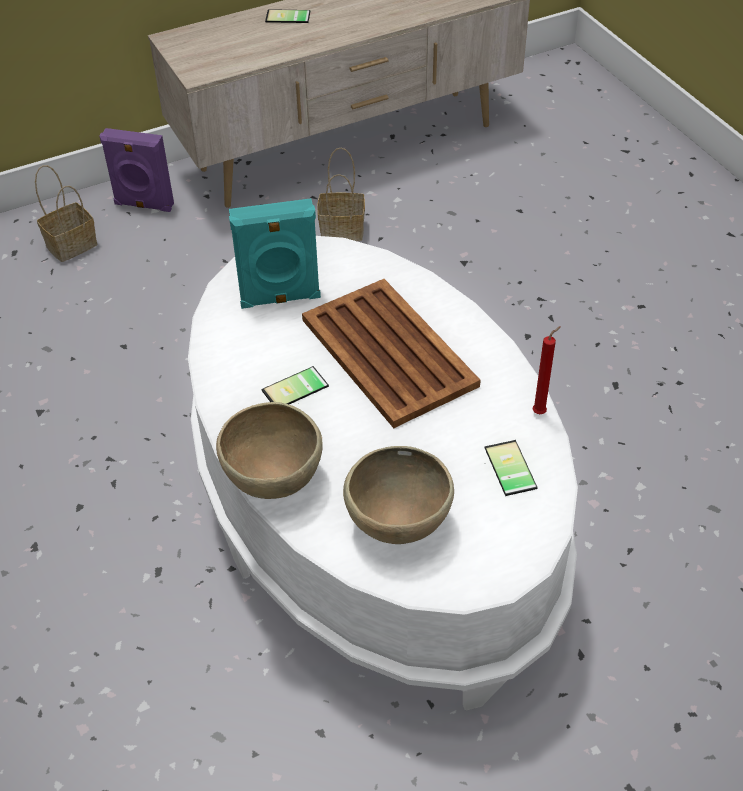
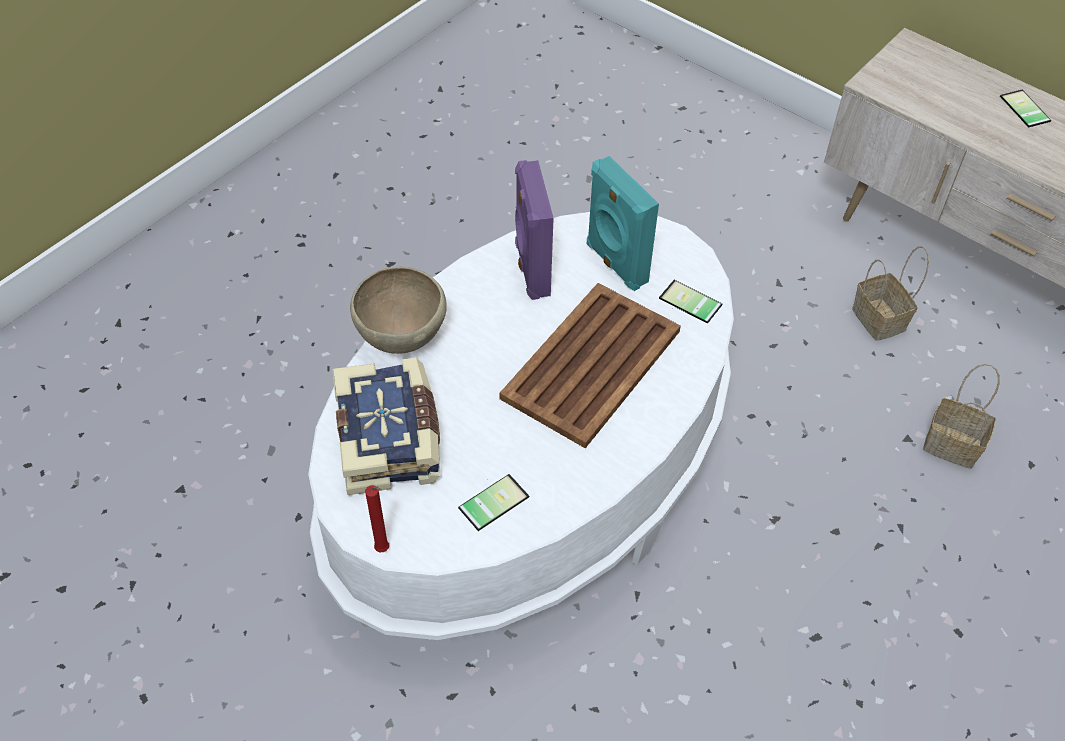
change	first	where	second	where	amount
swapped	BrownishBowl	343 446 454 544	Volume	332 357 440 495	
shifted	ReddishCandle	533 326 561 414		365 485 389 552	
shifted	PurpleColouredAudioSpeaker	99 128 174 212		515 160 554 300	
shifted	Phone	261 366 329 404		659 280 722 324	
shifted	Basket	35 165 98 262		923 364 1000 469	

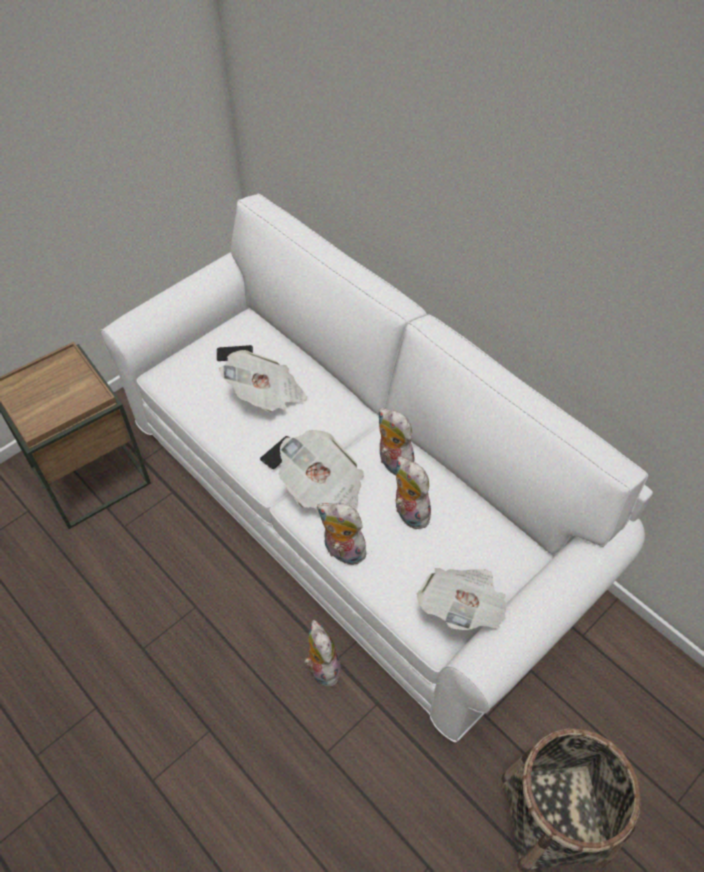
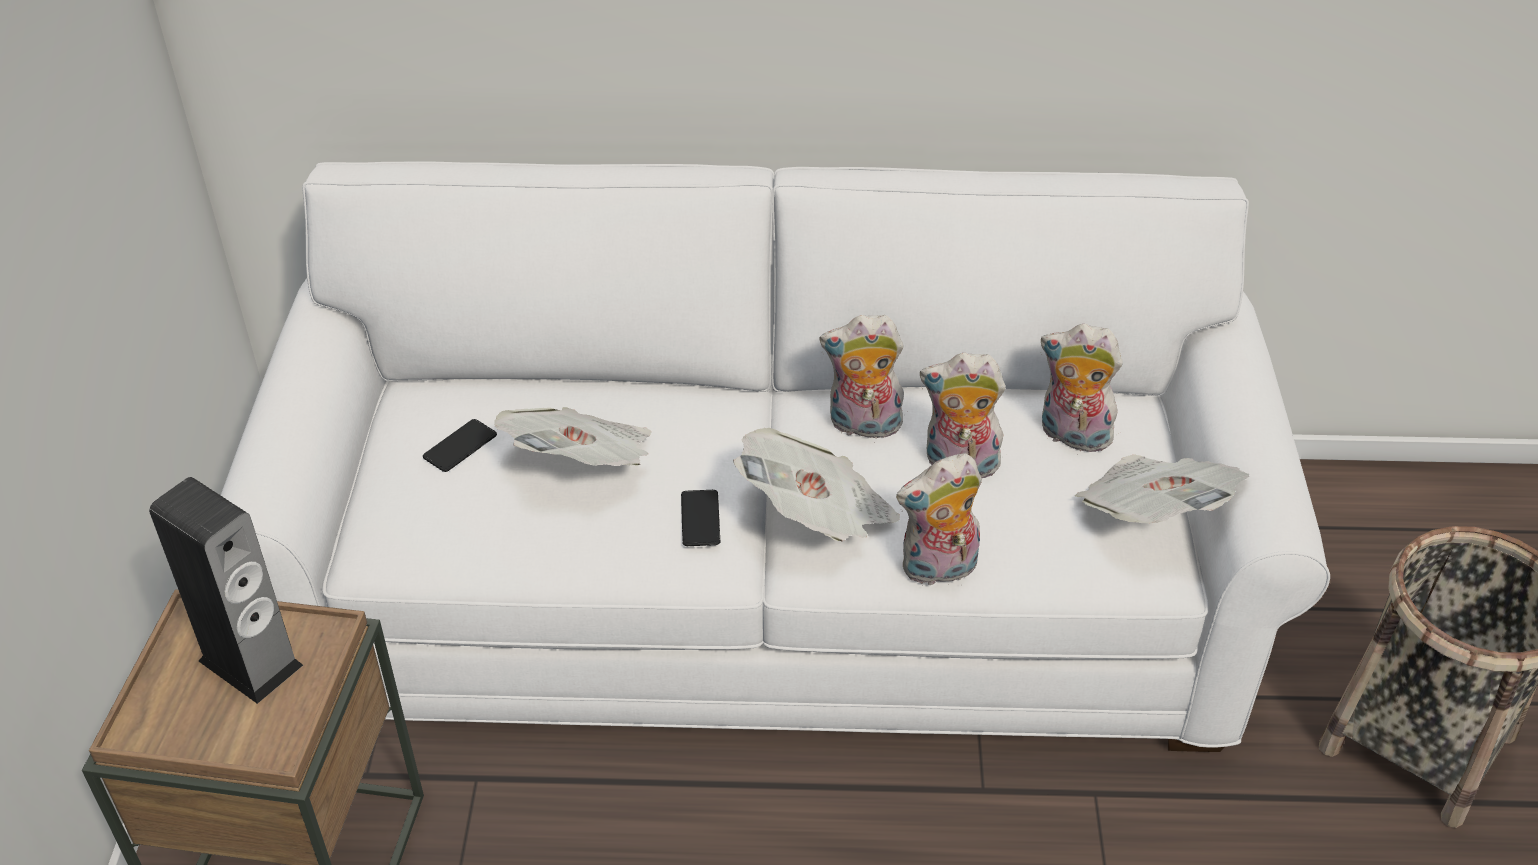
change	first	where	second	where	amount
new			AudioSpeaker	149 477 303 704	
shifted	CuddlyToy	304 620 341 686		1041 324 1123 455	

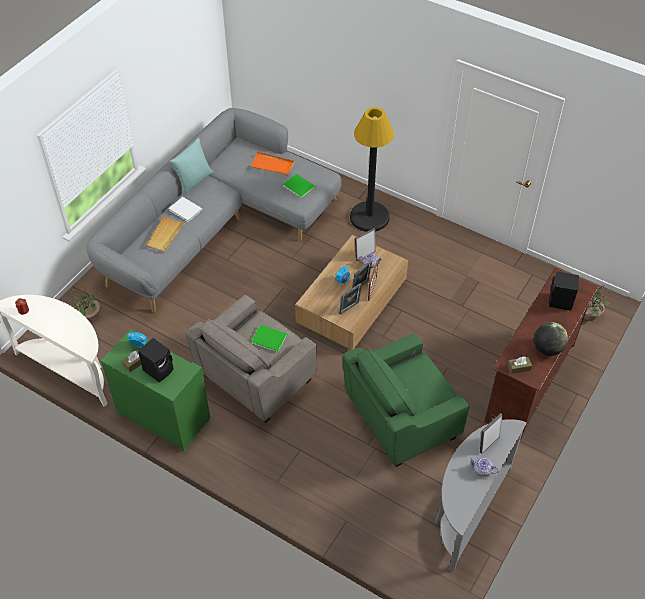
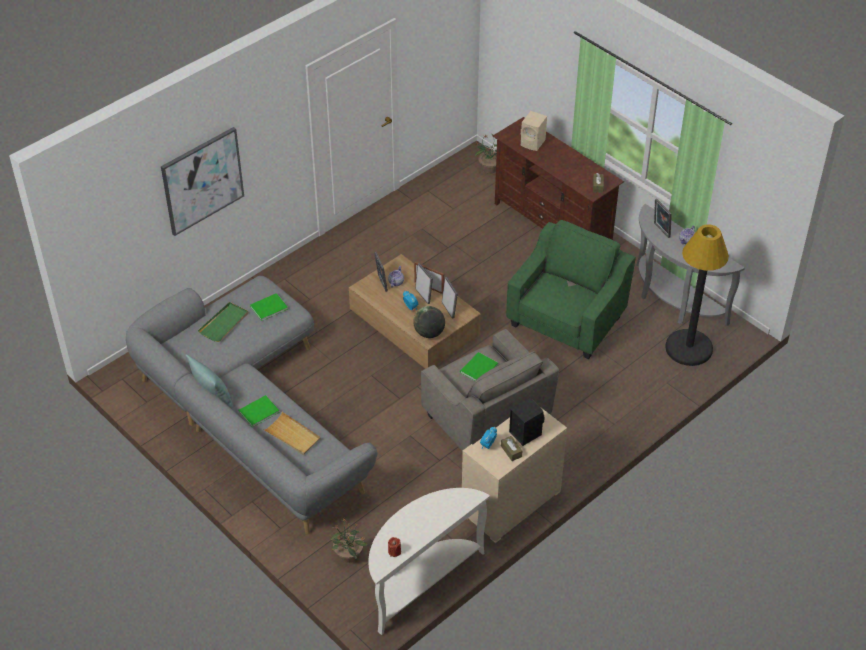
change	first	where	second	where	amount
new			WallArt	161 127 244 236	
repainted	OrangeColouredTray	249 151 294 176	GreenColouredTray	198 302 249 342	
repainted	WhitishVolume	169 197 202 222	GreenColouredVolume	238 395 280 427	
shifted	WorldGlobe	534 322 568 356		413 306 445 338	
repainted	GreenColouredDrawerChest	101 329 210 451	SandColouredDrawerChest	462 408 567 543	
rotated	GreenColouredArmchair	342 333 469 467		506 220 636 359	135 degrees counterclockwise
repainted	BlackAudioSpeaker	549 271 579 311	SandColouredAudioSpeaker	521 111 547 151	
shifted	BlackStandardLamp	350 107 394 232		665 224 729 366	

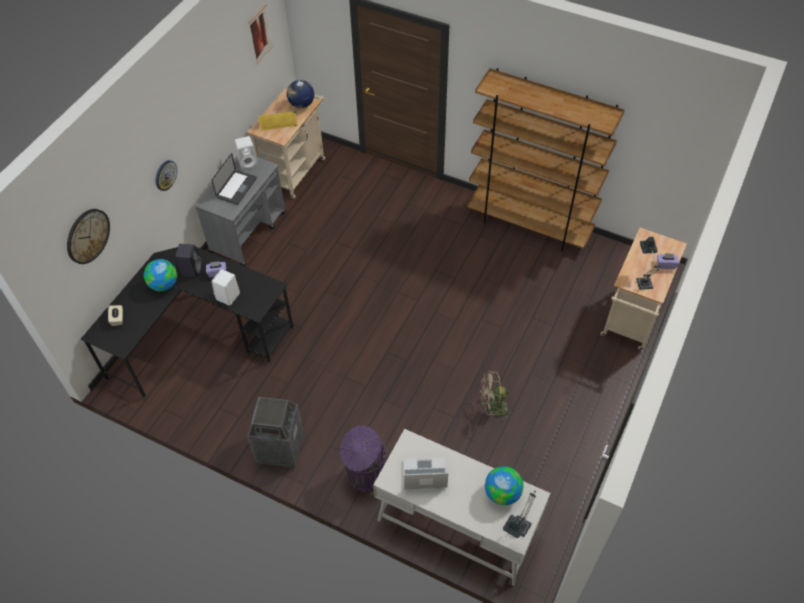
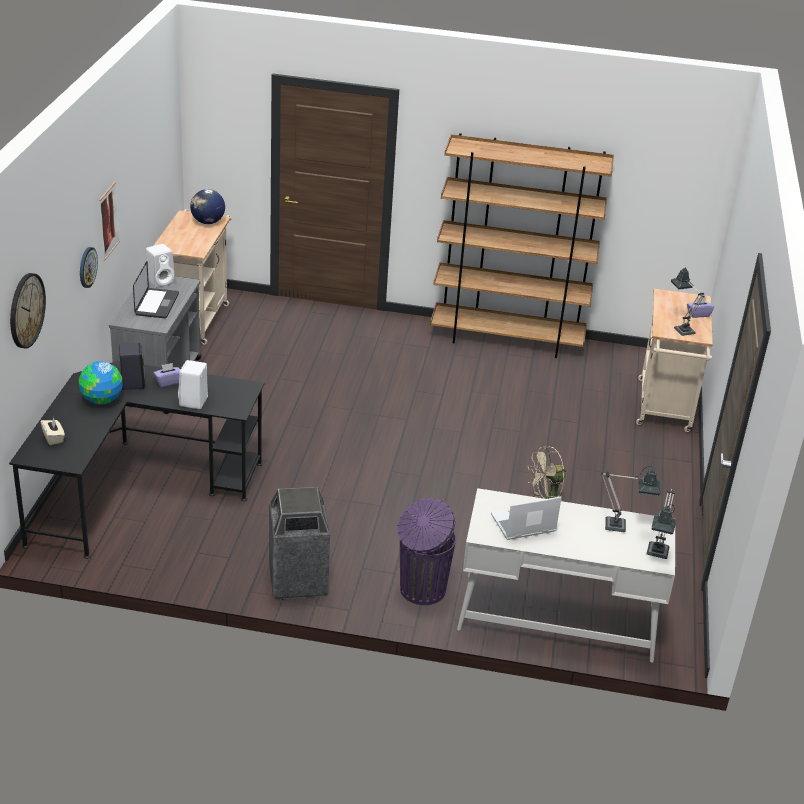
change	first	where	second	where	amount
shifted	WallArt	248 5 273 64		99 182 120 261	
swapped	WorldGlobe	485 466 523 505	TableLamp	601 466 660 532	
gone	YellowishAudioSpeaker	258 111 298 131			

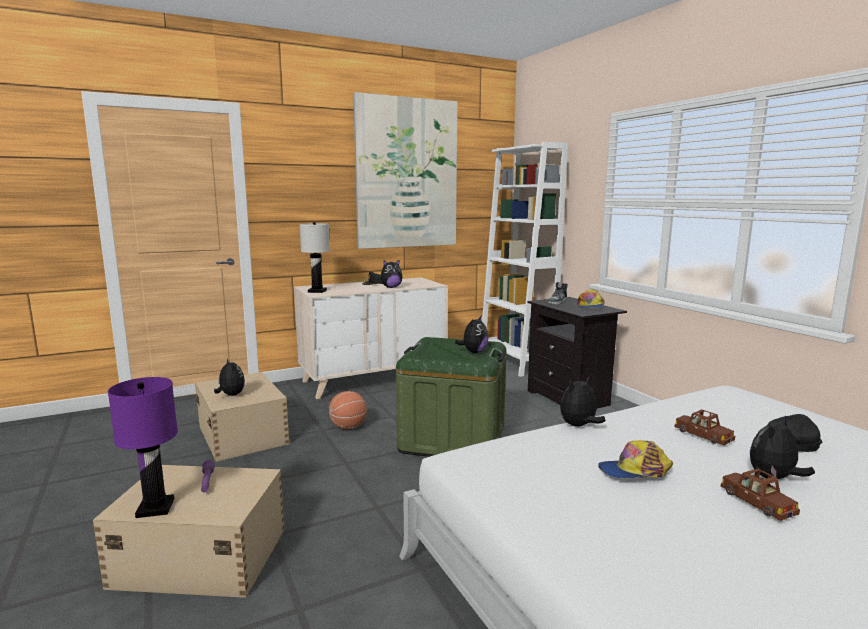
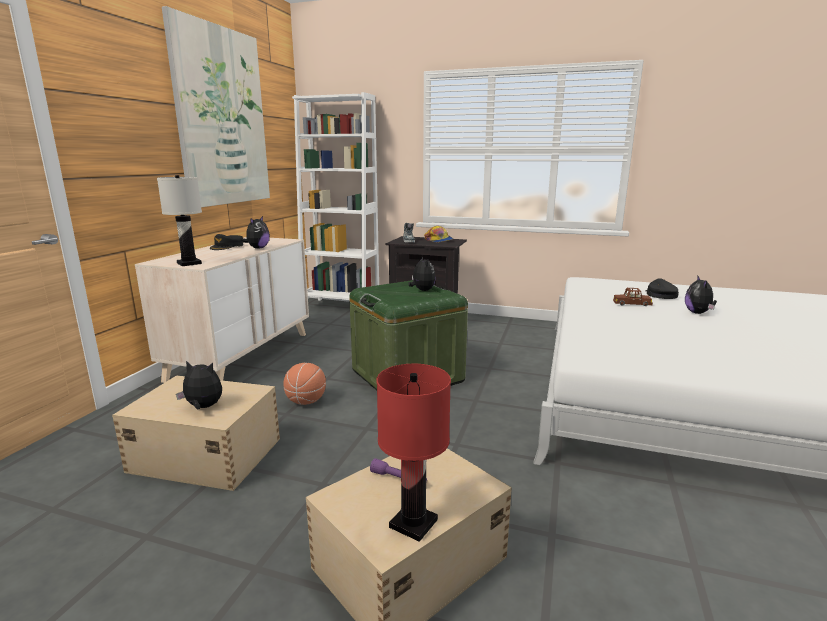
change	first	where	second	where	amount
repainted	PurpleColouredTableLamp	108 377 178 518	ReddishTableLamp	376 364 451 542	
gone	CuddlyToy	560 376 606 427			
gone	BaseballCap	598 440 673 479			
gone	BrownishModelCar	721 469 800 521			

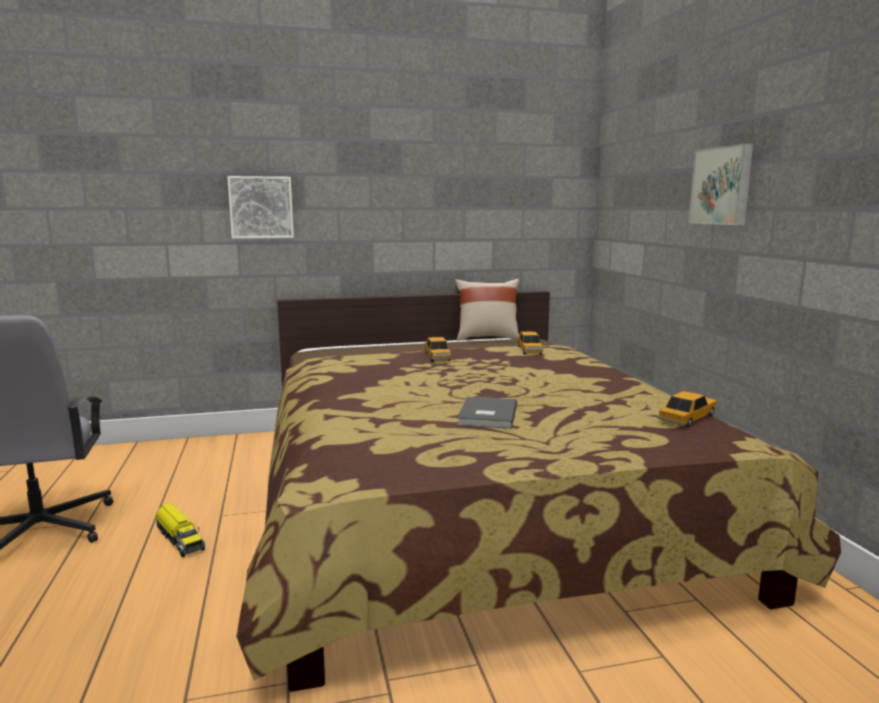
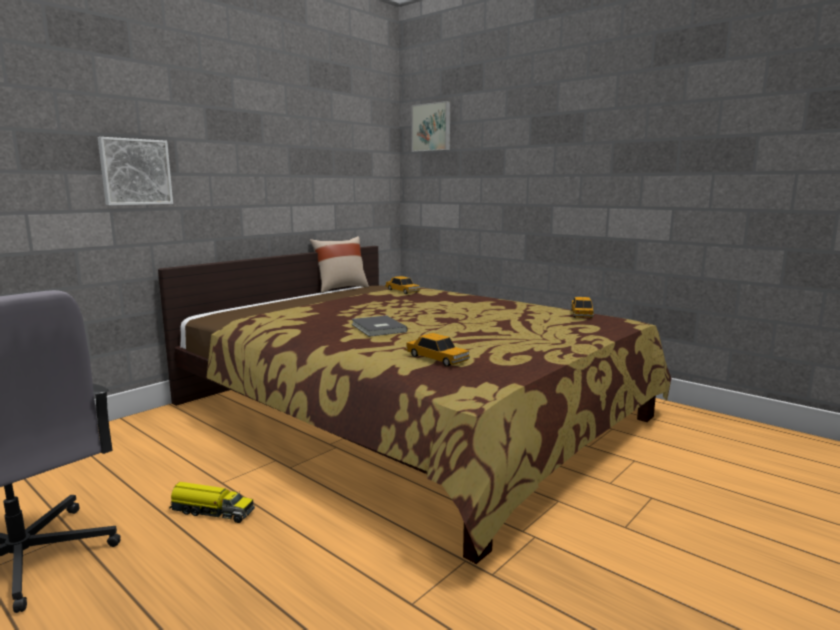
change	first	where	second	where	amount
shifted	GrayVolume	457 397 517 429		351 315 408 337	
shifted	ModelCar	424 337 452 361		405 333 470 367	
shifted	WallArt	689 143 753 225		412 101 450 152	

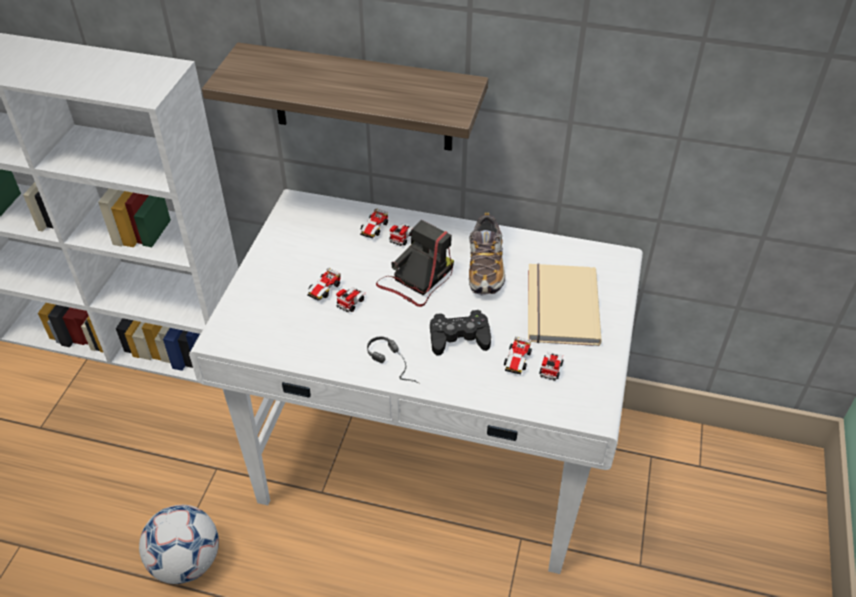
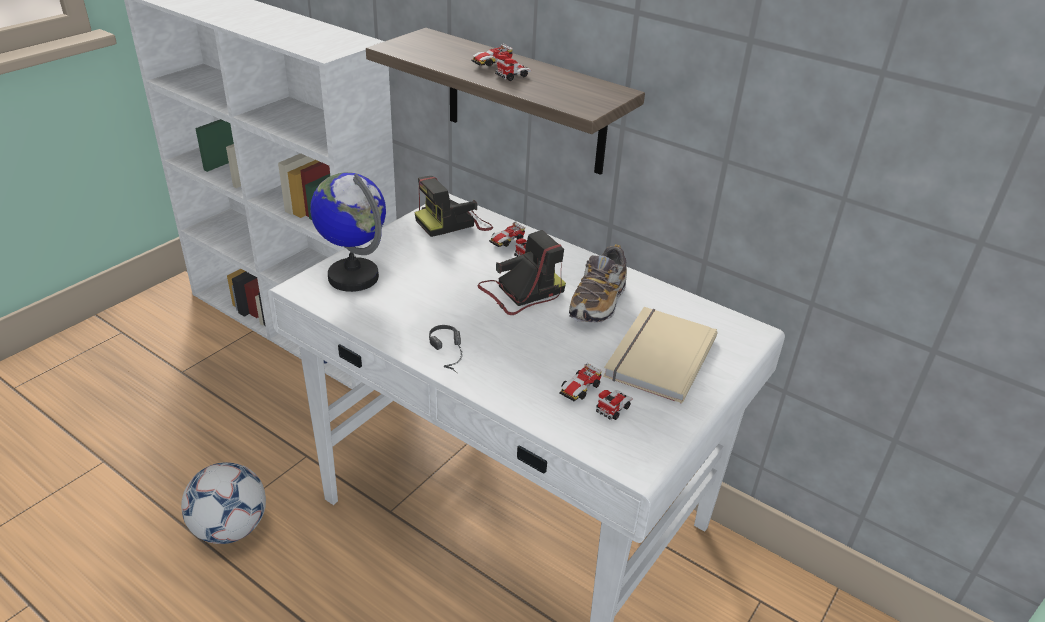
change	first	where	second	where	amount
new			WorldGlobe	310 172 386 292	
new			StillCamera	415 176 493 237	
shifted	ModelCar	307 267 366 313		471 43 531 81	
gone	BlackJoypad	430 310 491 355			

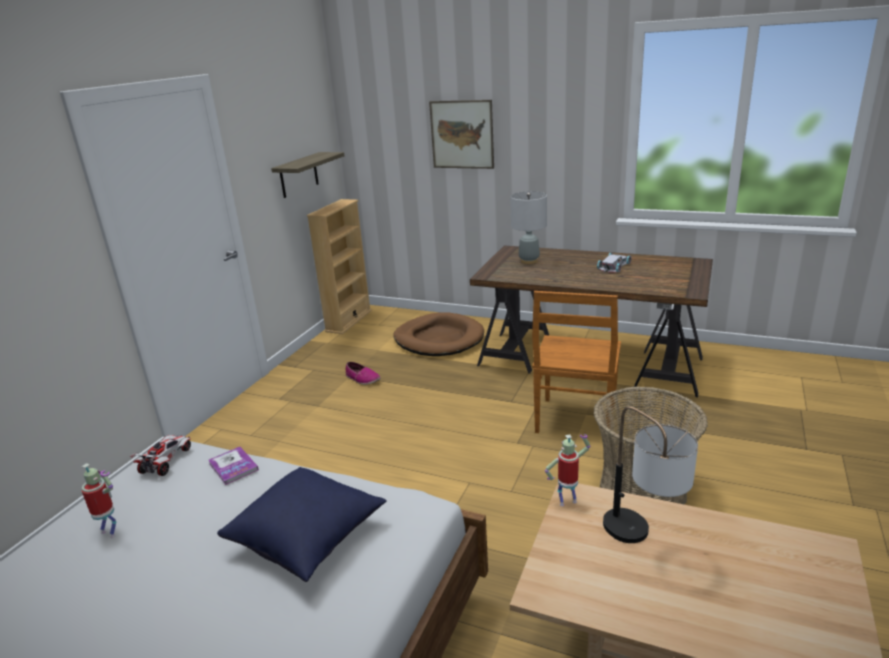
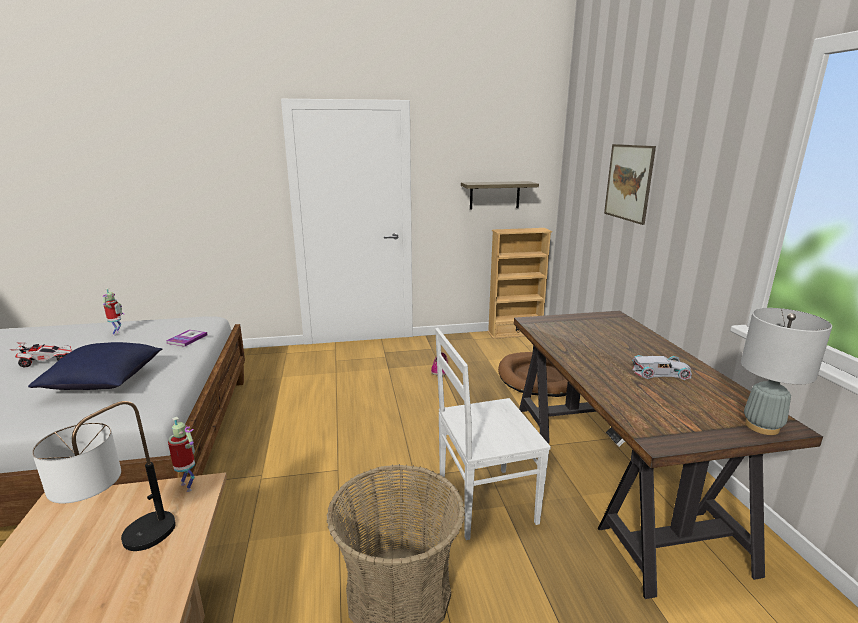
change	first	where	second	where	amount
shifted	ModelCar	130 435 191 476		10 342 74 368	
repainted	BrownishPlainChair	532 291 621 433	WhitishPlainChair	435 328 551 540	
shifted	GrayTableLamp	510 191 547 264		741 308 832 435	

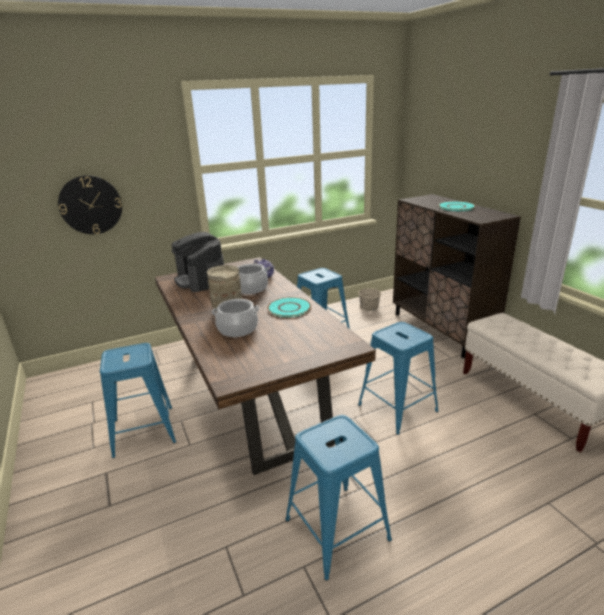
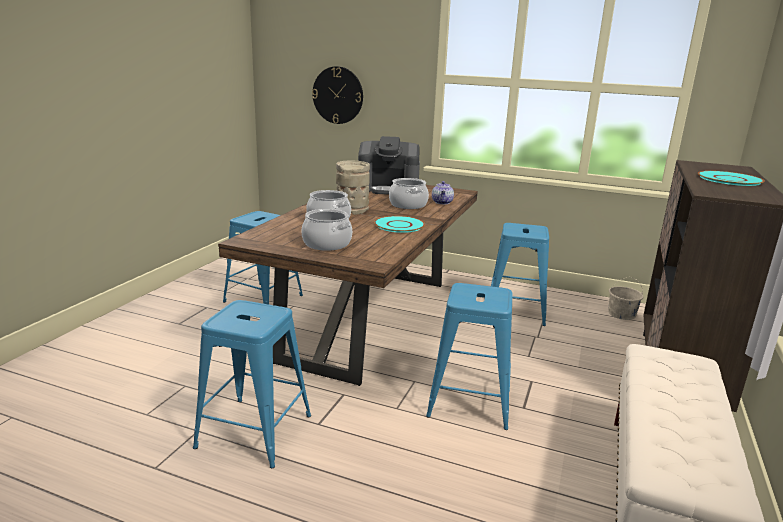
change	first	where	second	where	amount
new			Saucepot	302 209 352 251	
rotated	CoffeeMaker	172 232 224 292		358 136 420 195	105 degrees counterclockwise

